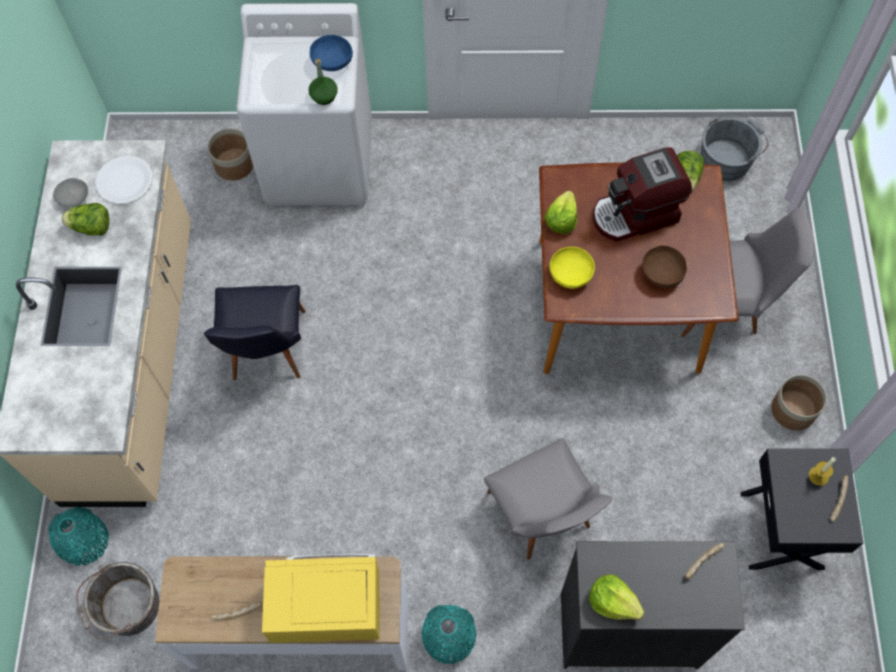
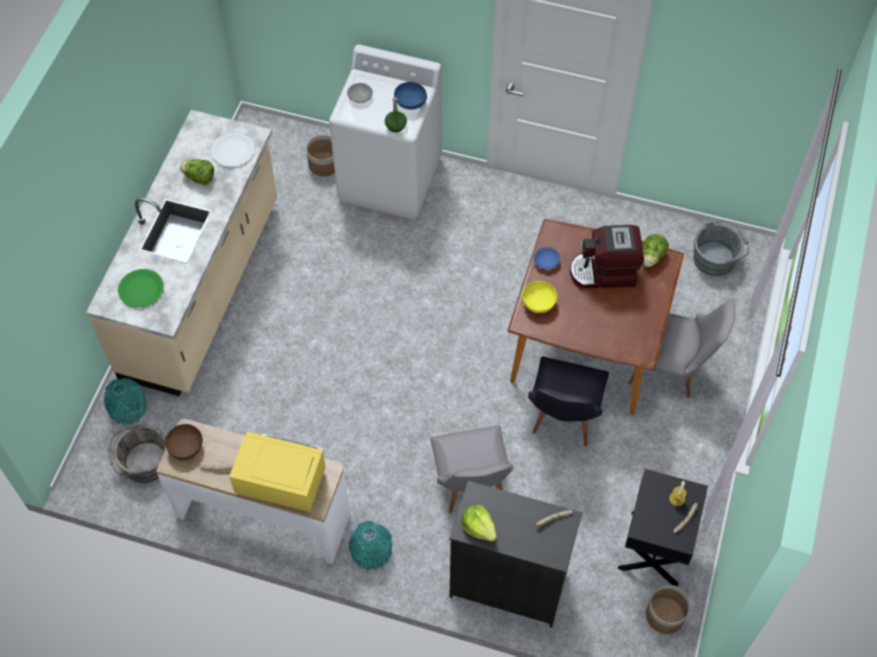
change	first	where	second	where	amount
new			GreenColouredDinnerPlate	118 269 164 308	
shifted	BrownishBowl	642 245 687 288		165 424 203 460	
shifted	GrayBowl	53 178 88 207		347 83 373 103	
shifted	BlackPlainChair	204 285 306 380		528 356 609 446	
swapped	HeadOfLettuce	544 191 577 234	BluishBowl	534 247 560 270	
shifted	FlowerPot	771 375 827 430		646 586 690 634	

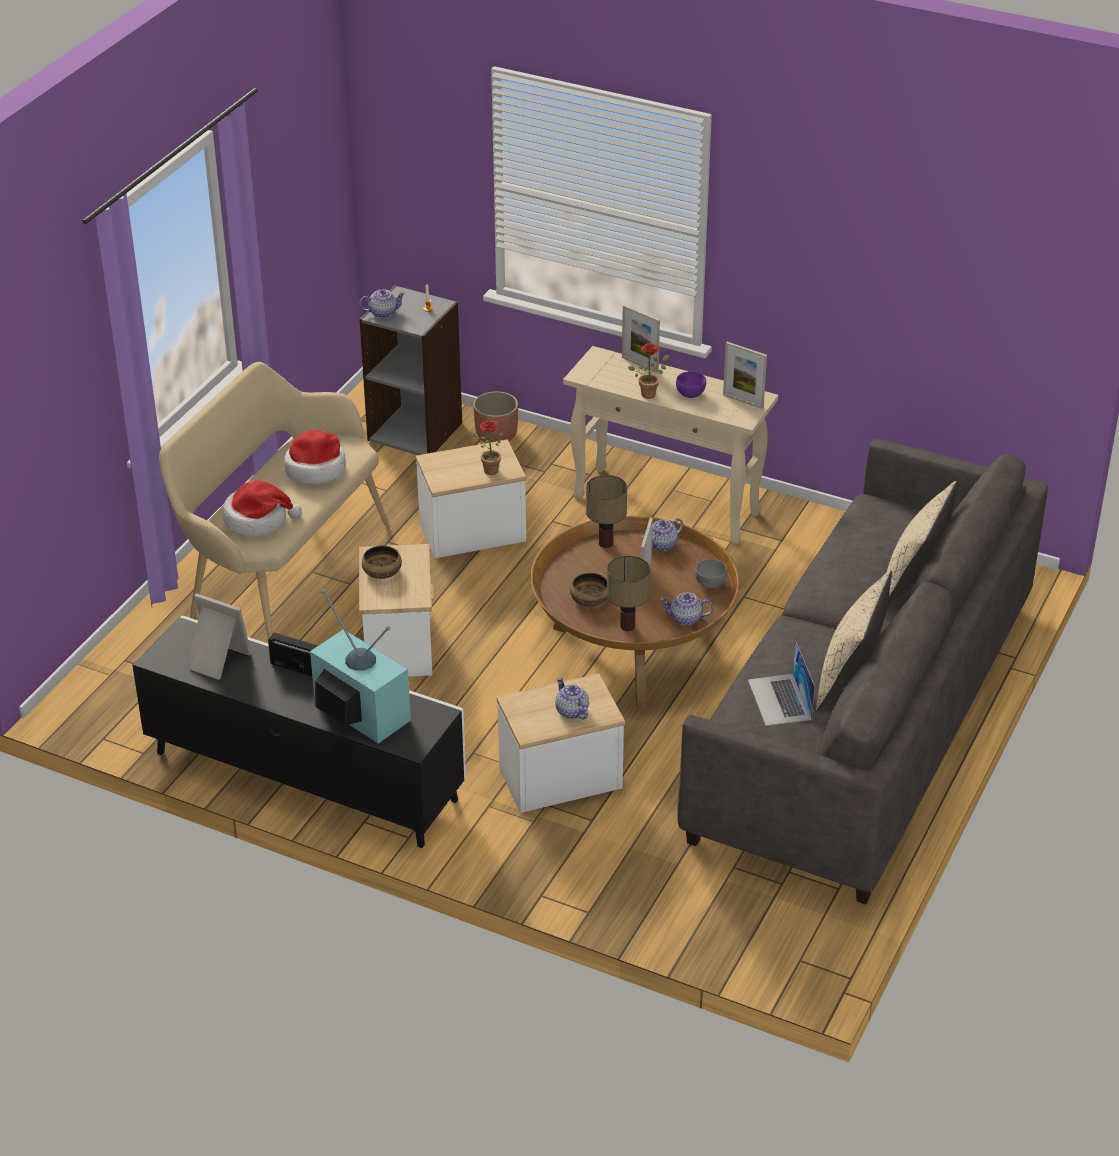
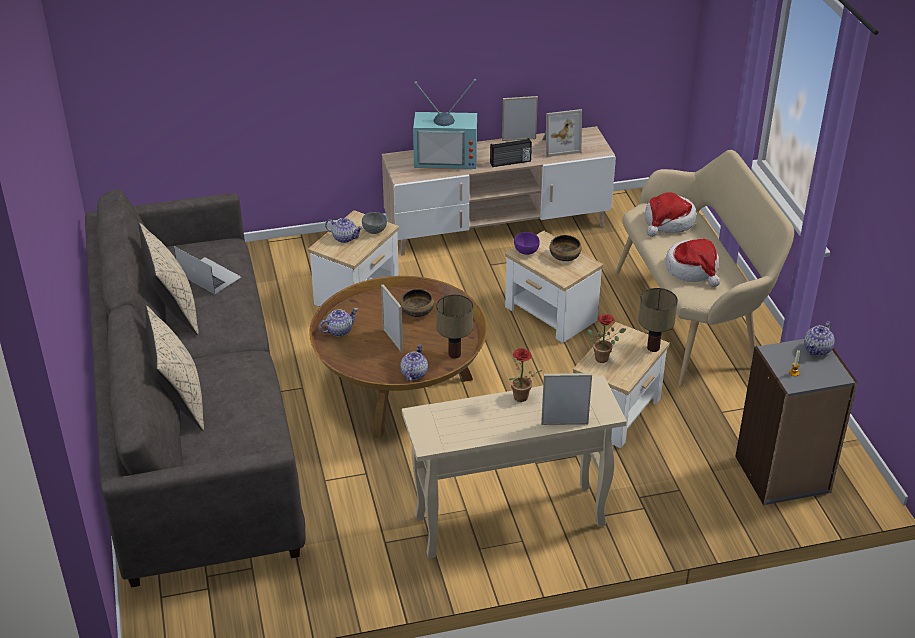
change	first	where	second	where	amount
shifted	GrayBowl	695 559 728 588		362 212 387 234	
repainted	BlackTvStand	132 616 466 848	SandColouredTvStand	382 126 616 256	
shifted	StandingFrame	723 342 767 409		502 96 538 141	
shifted	PurpleColouredBowl	676 371 706 398		514 232 540 255	
shifted	TableLamp	607 556 650 631		638 288 678 352	
gone	FlowerPot	473 391 518 443			

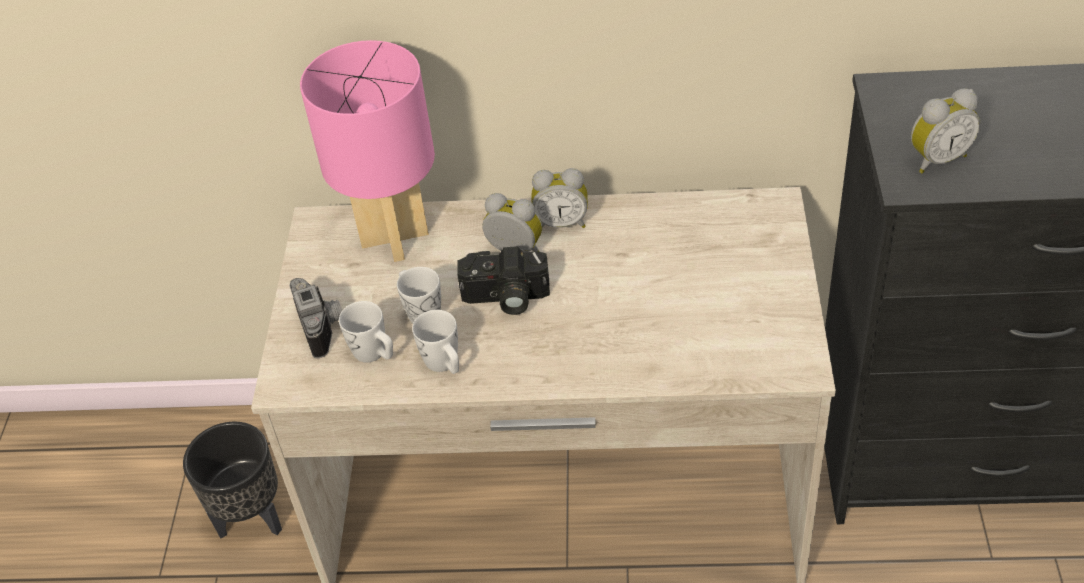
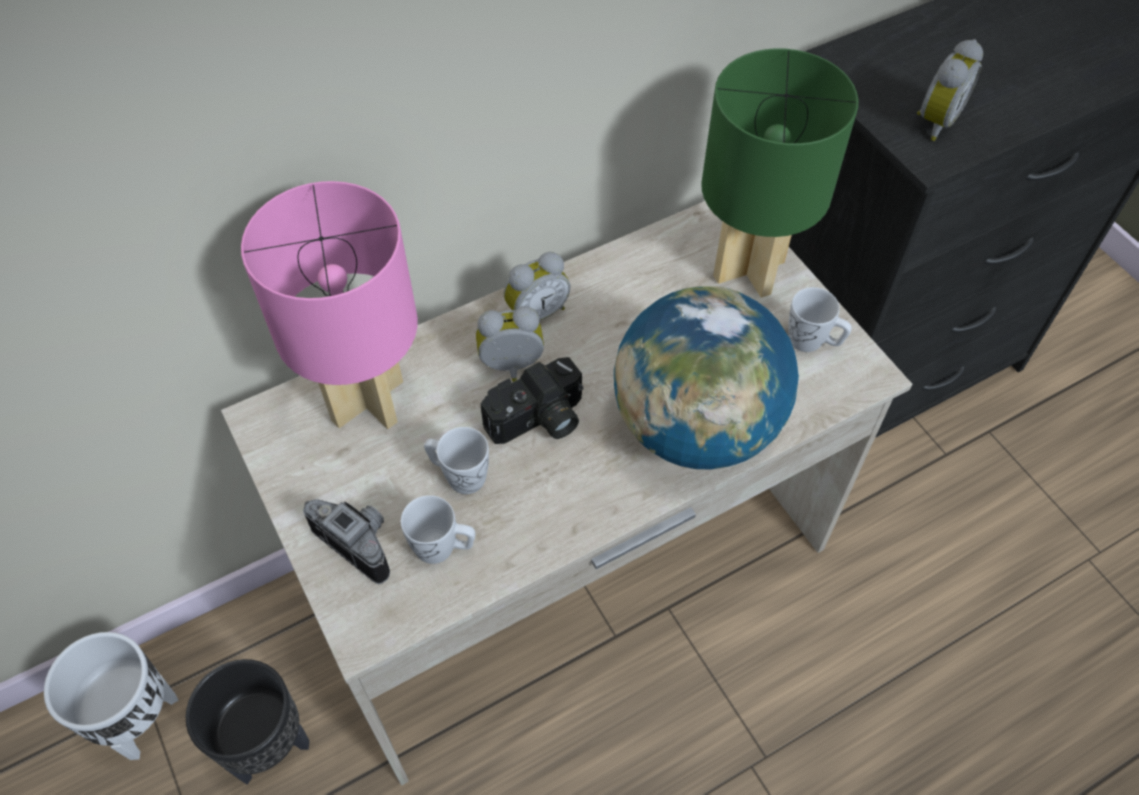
change	first	where	second	where	amount
new			WhitishFlowerPot	44 632 178 760	
new			WorldGlobe	614 286 799 469	
new			GreenColouredTableLamp	701 48 858 298	
shifted	WhitishMug	412 310 459 374		788 287 852 352	

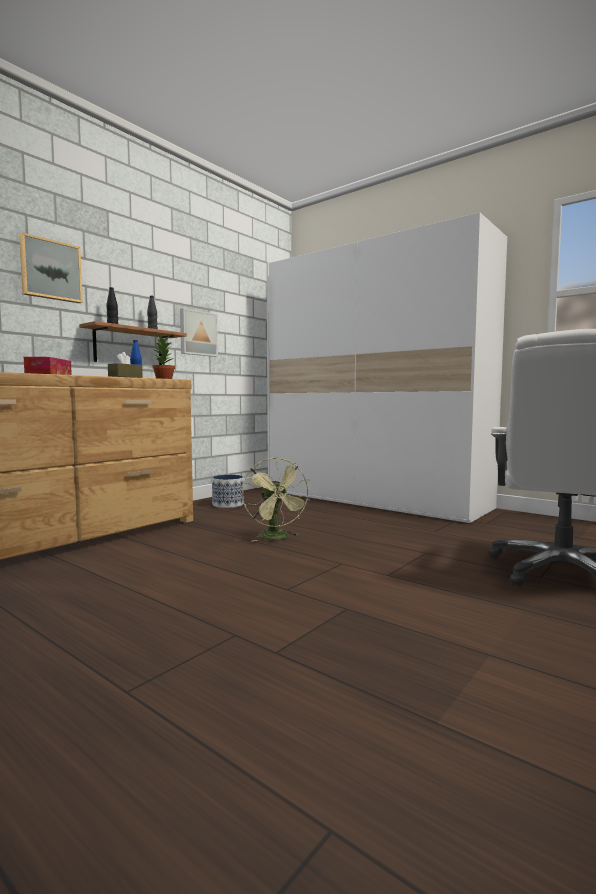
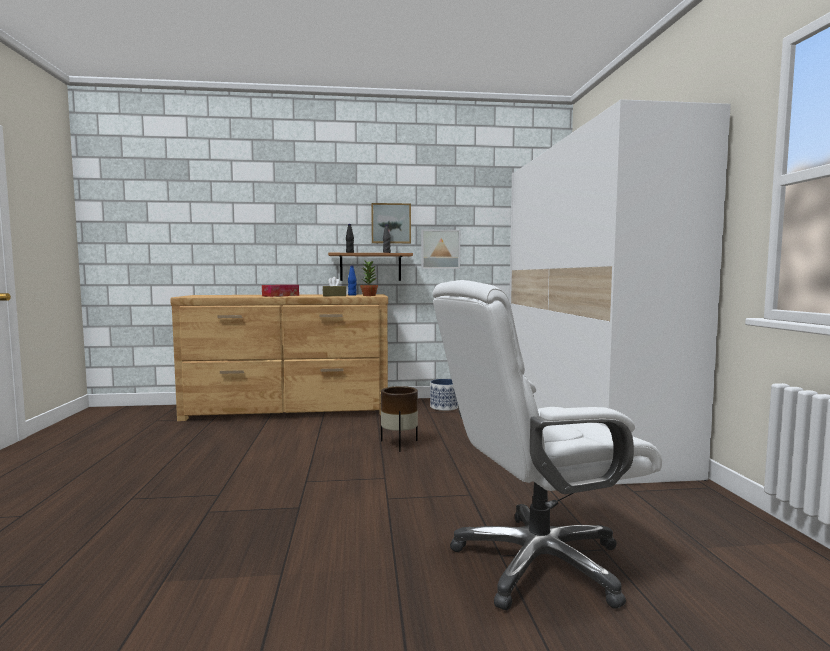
change	first	where	second	where	amount
shifted	WallArt	19 232 83 303		371 203 411 244	
swapped	GreenColouredCoolingFan	242 457 310 542	BrownishFlowerPot	381 386 418 452	

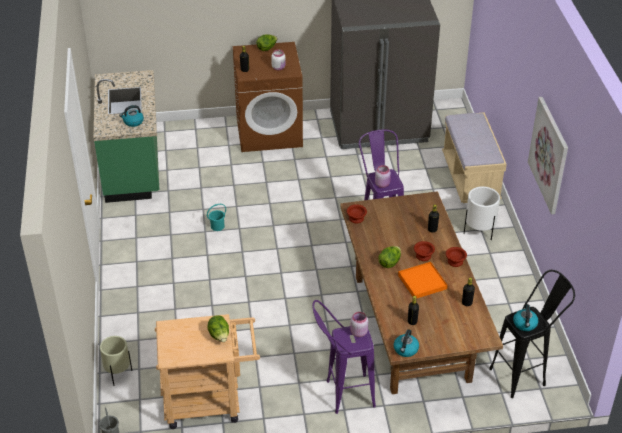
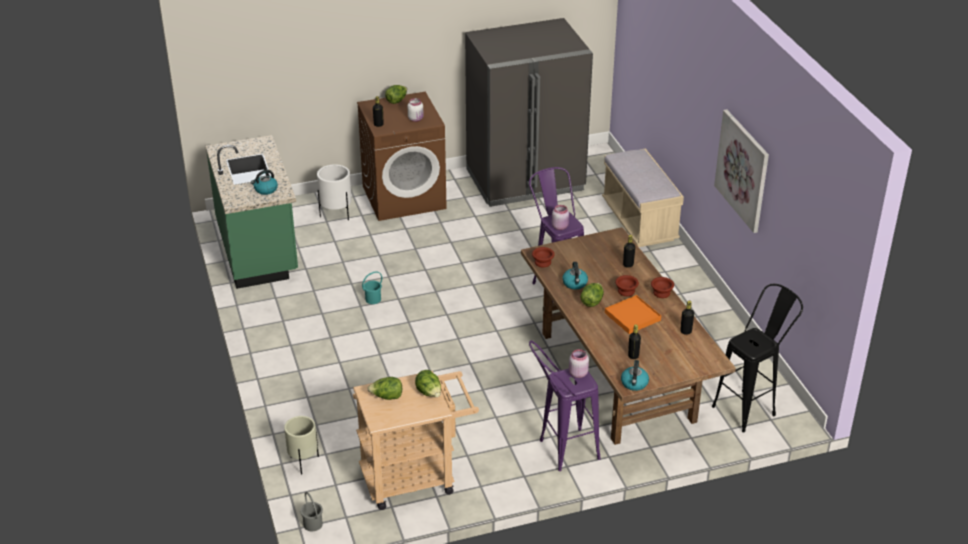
change	first	where	second	where	amount
shifted	WhitishFlowerPot	464 186 500 240		317 164 352 220	
new			HeadOfLettuce	367 377 403 400	
shifted	Kettle	513 304 538 331		562 262 588 290	

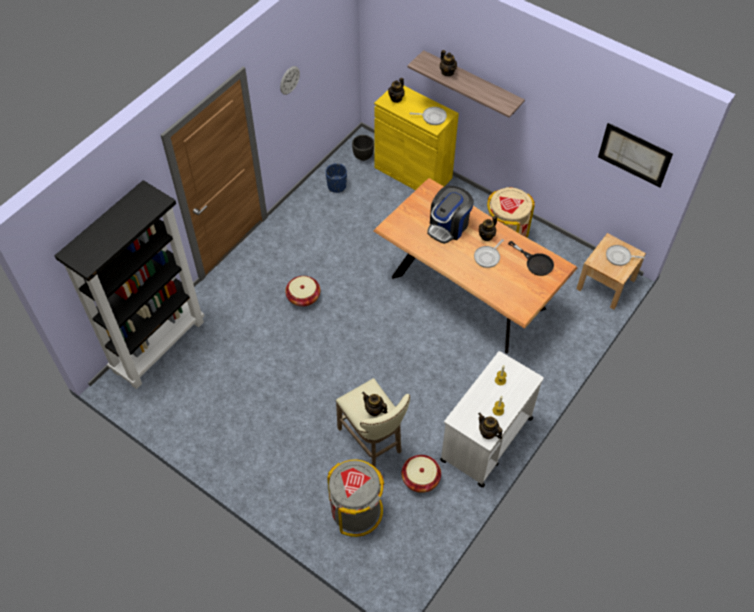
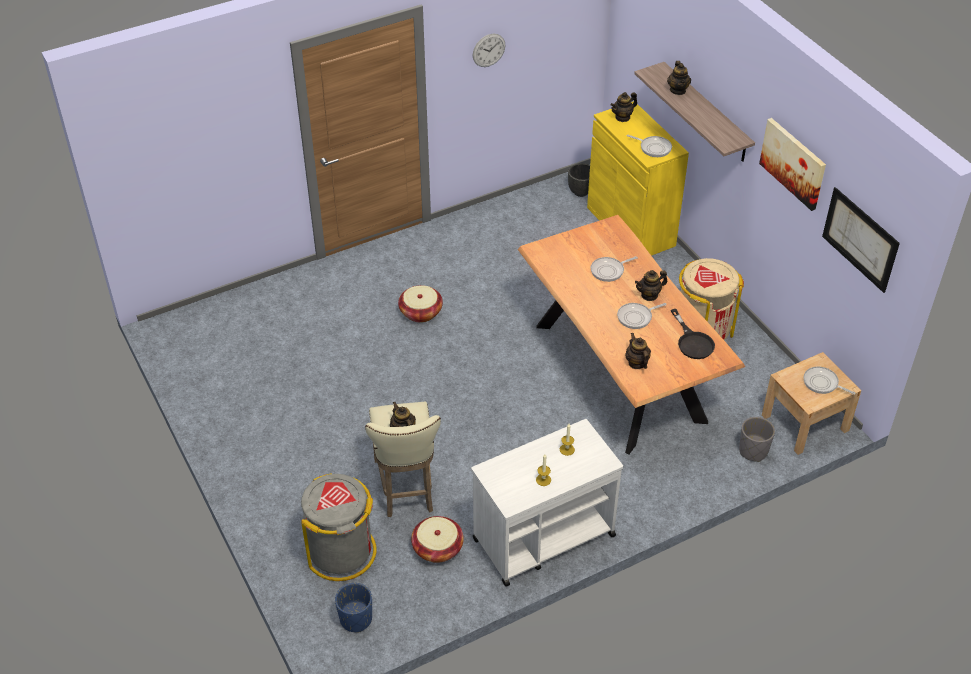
change	first	where	second	where	amount
shifted	BluishFlowerPot	325 163 347 193		335 583 372 633	
swapped	CoffeeMaker	427 186 474 244	Pan	591 256 638 282	
shifted	Teapot	478 412 503 439		625 333 651 369	
new			GrayFlowerPot	739 417 775 462	
new			WallArt	759 118 826 211	
gone	BlackShelvingUnit	55 180 204 389			

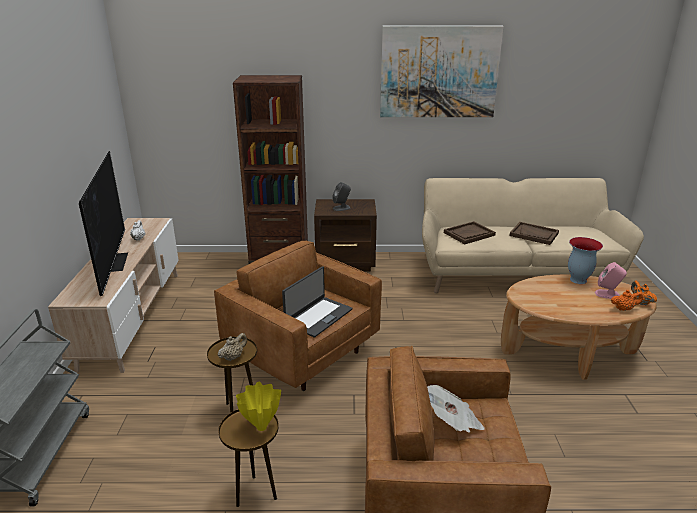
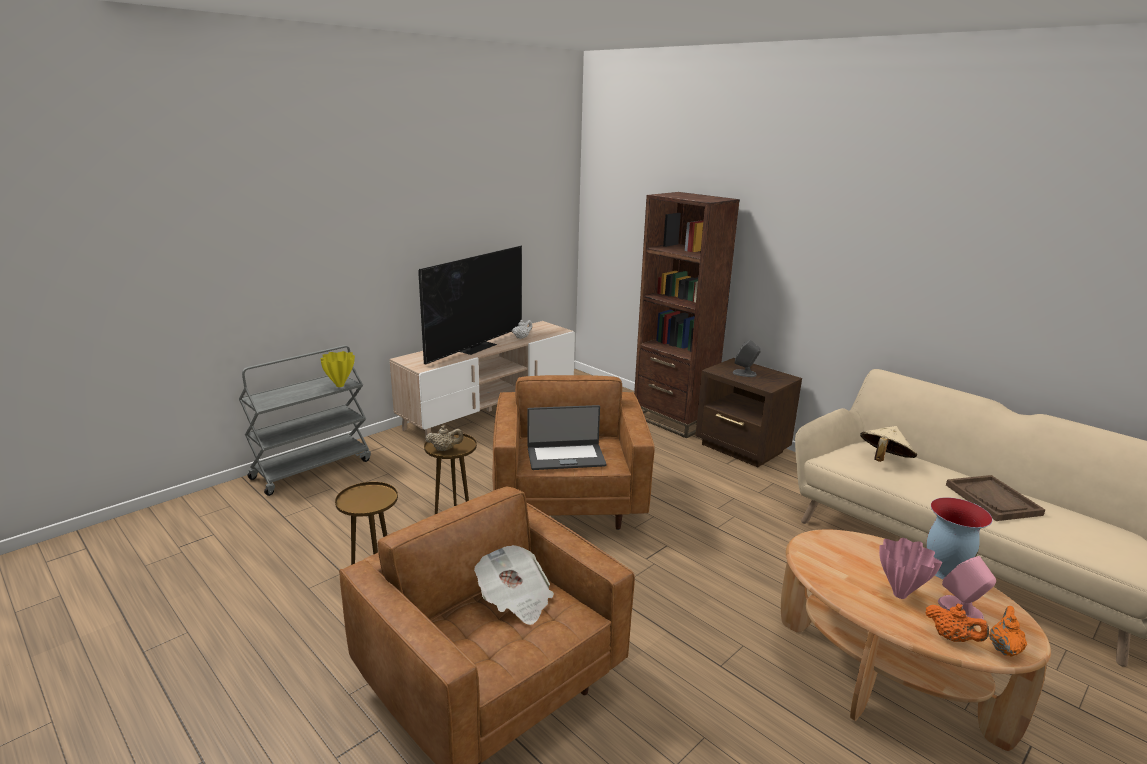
change	first	where	second	where	amount
shifted	YellowishDecorativeVase	236 382 281 431		320 351 355 387	
swapped	BrownishTray	444 221 496 244	SandColouredHat	860 426 917 462	
new			PinkColouredDecorativeVase	879 538 942 599	
gone	WallArt	380 26 504 117			

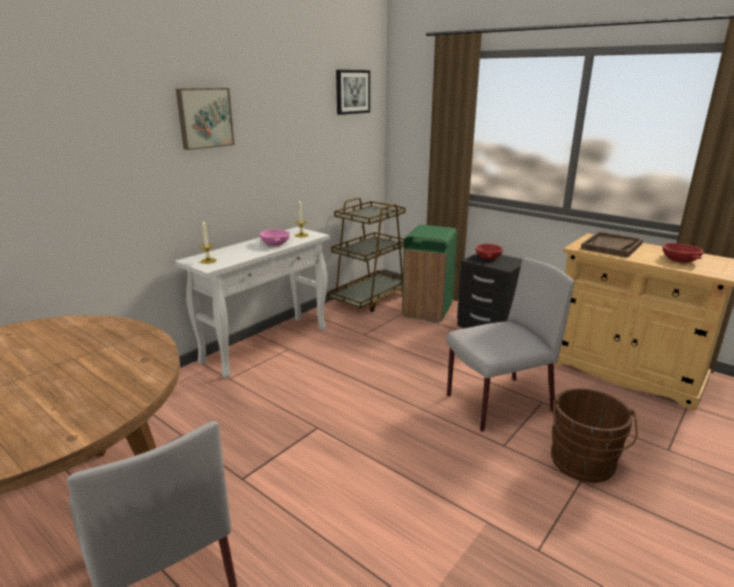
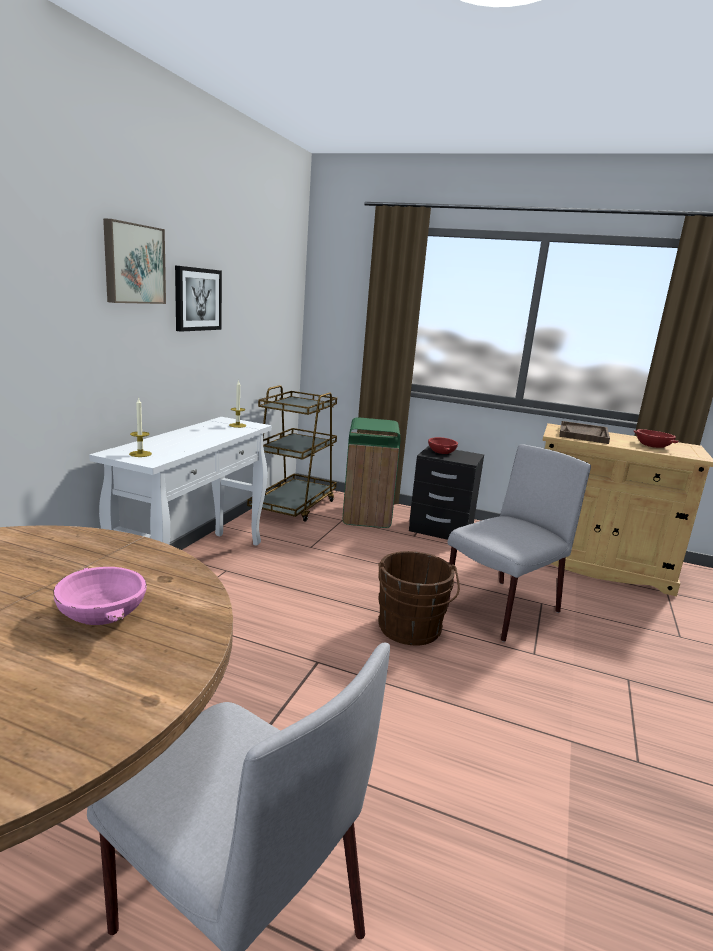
change	first	where	second	where	amount
shifted	PinkColouredBowl	260 229 290 246		53 567 147 625	
shifted	WallArt	336 70 370 115		175 266 222 332	
shifted	BrownishBucket	551 388 638 483		378 551 460 646	

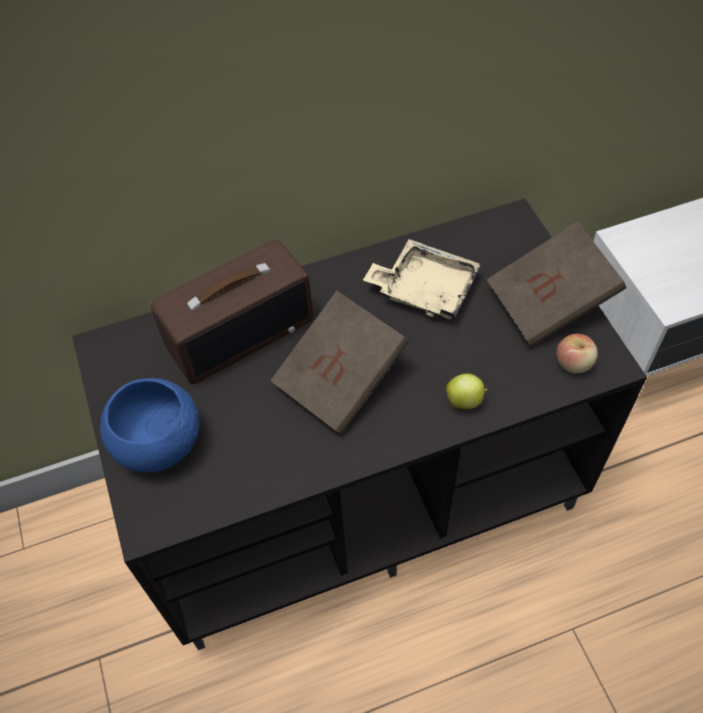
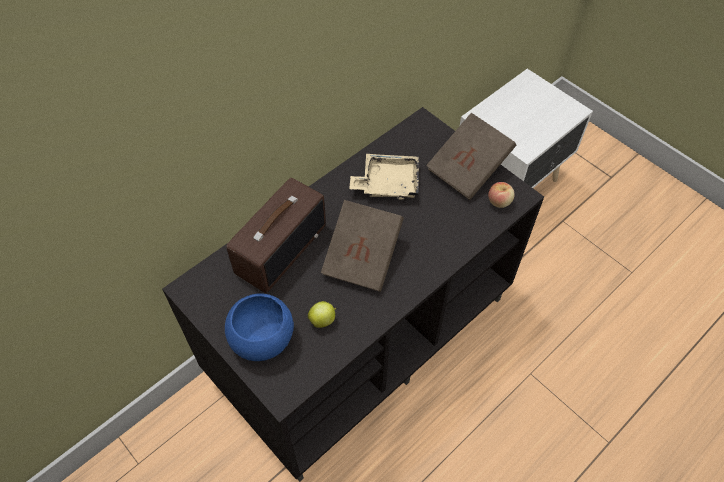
change	first	where	second	where	amount
shifted	WholeApple	446 374 488 409		308 301 336 328	

